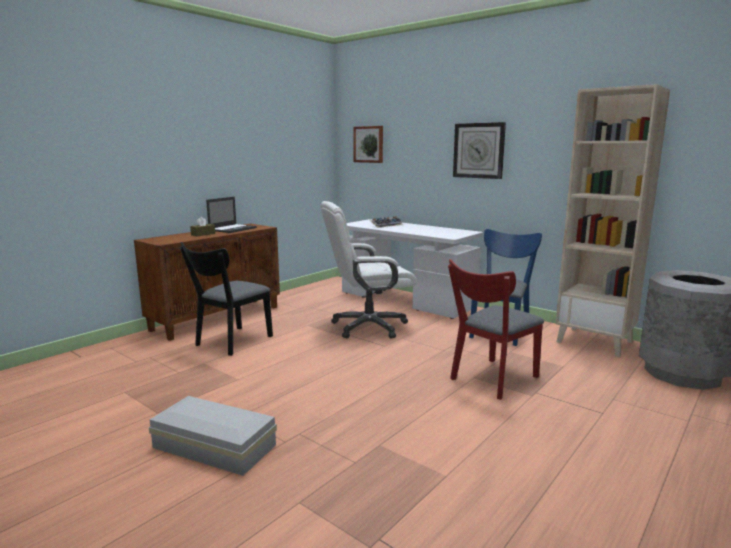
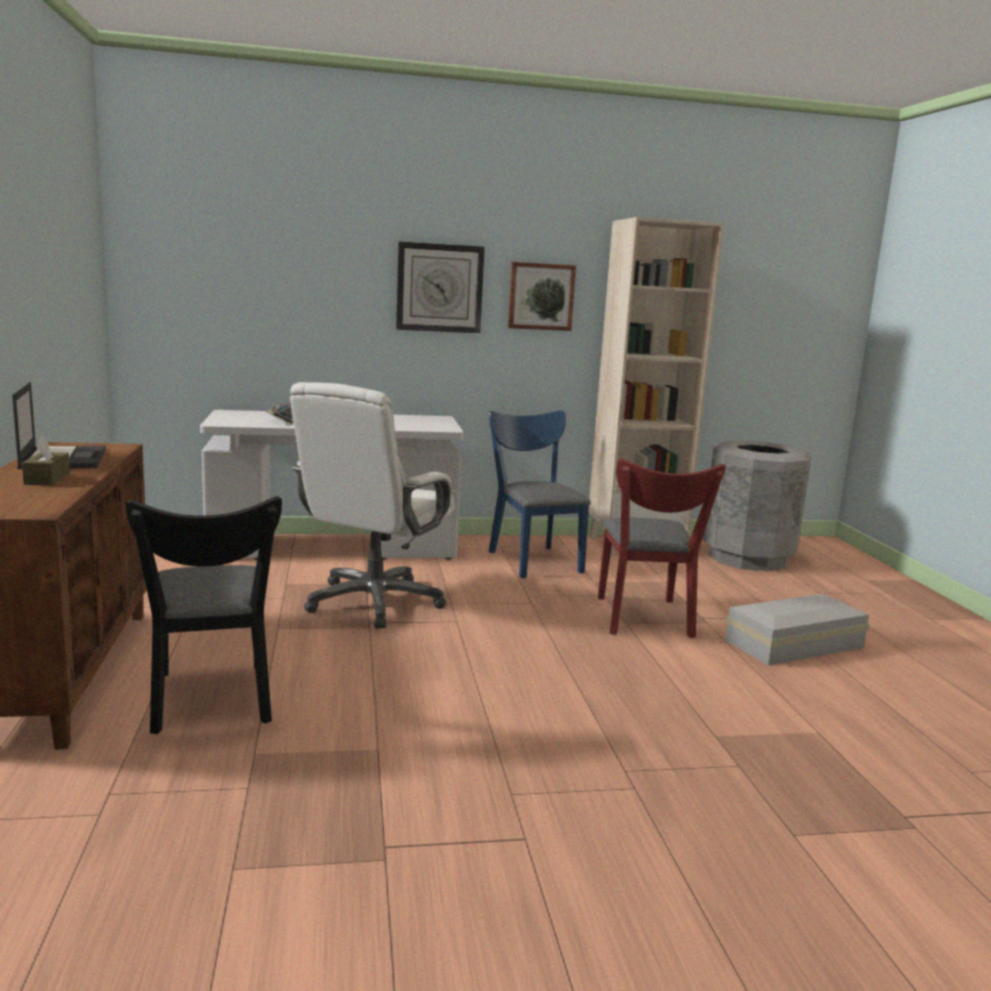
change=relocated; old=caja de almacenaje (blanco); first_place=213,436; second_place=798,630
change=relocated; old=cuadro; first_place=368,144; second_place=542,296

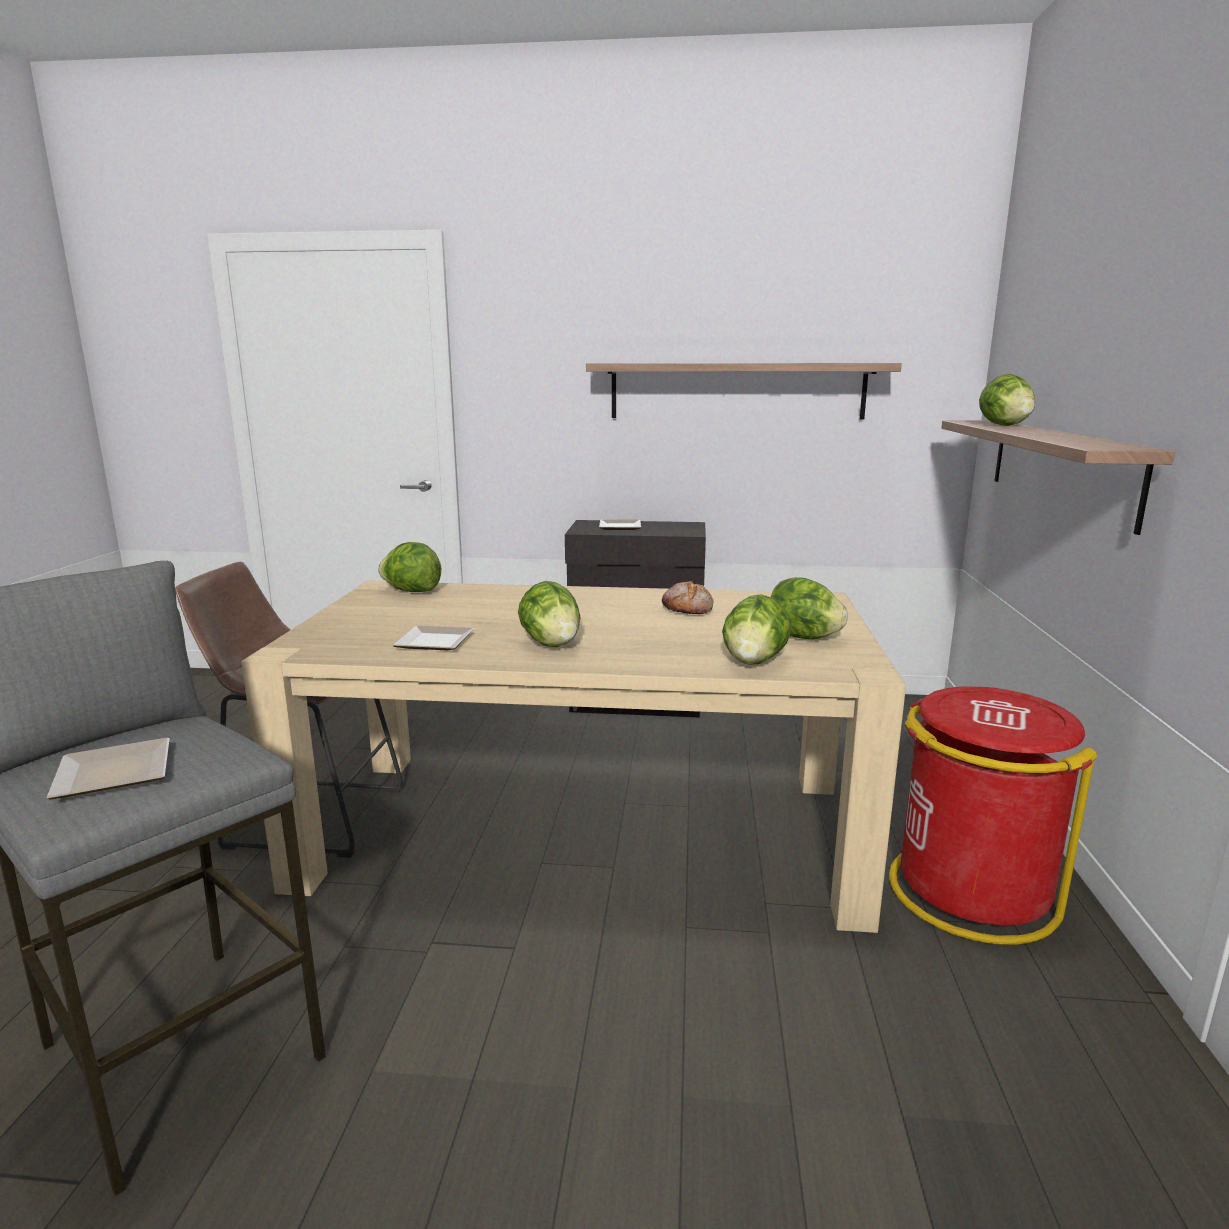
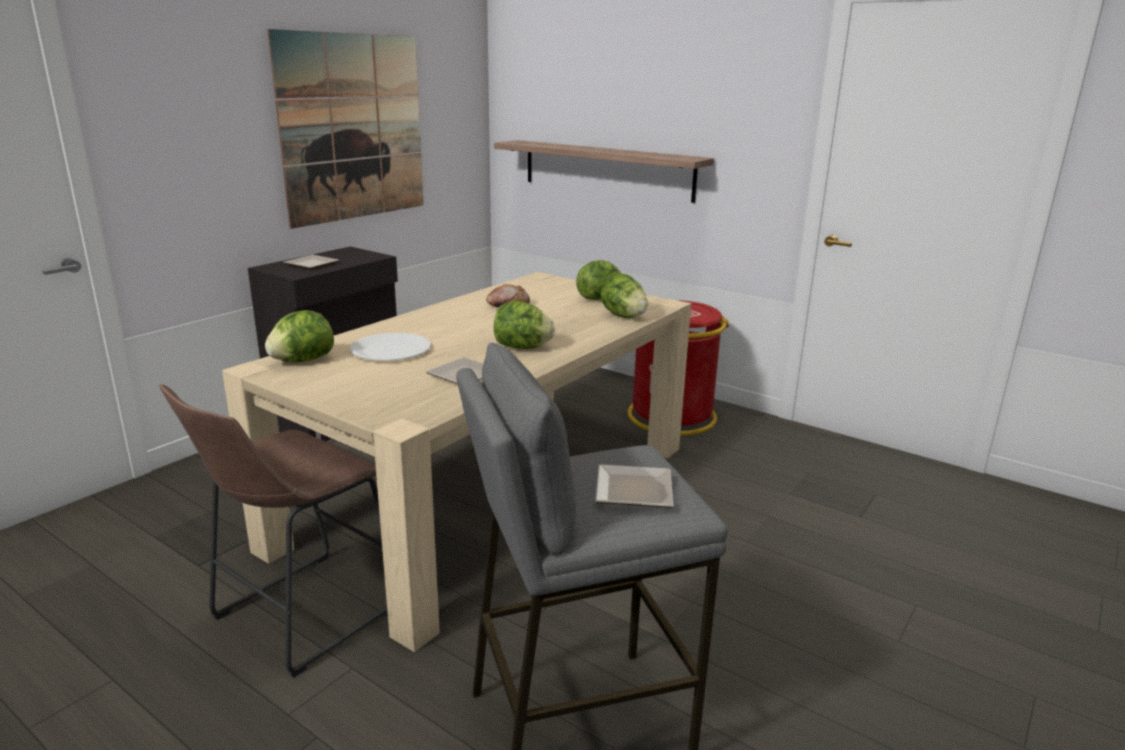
change=missing; old=lechuga; first_place=1007,400
change=appeared; new=plato (blanco); second_place=390,347
change=exchanged; old=estante; new=cuadro; first_place=744,391; second_place=345,129

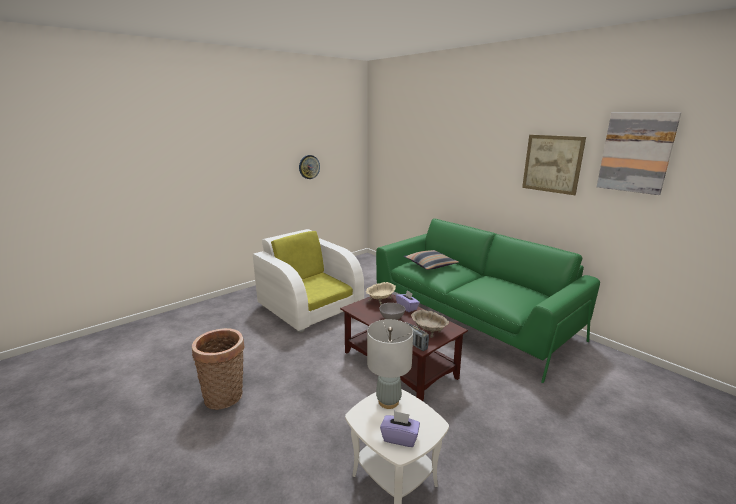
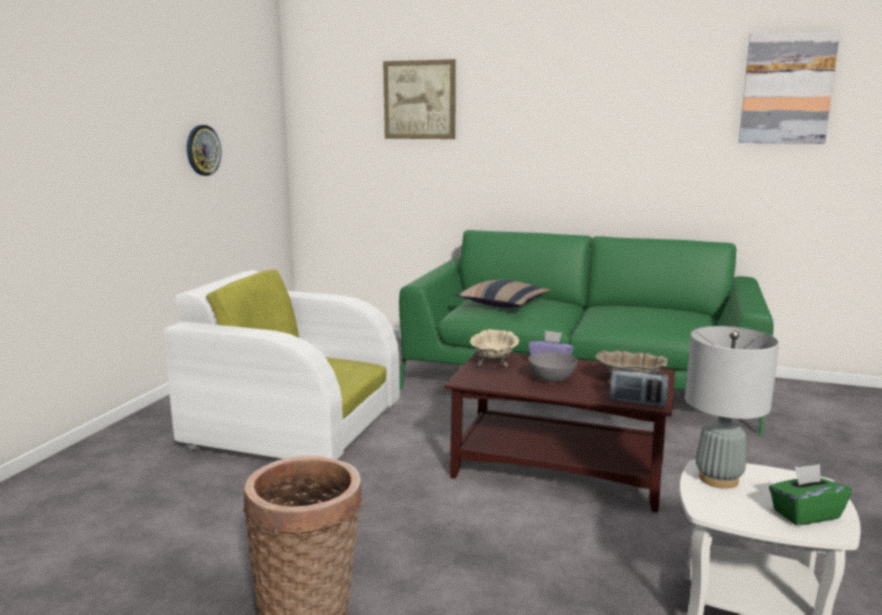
change=relocated; old=cuadro; first_place=554,165; second_place=419,99
change=colour; old=caja de pañuelos (morado); new=caja de pañuelos (verde); first_place=400,429; second_place=810,494

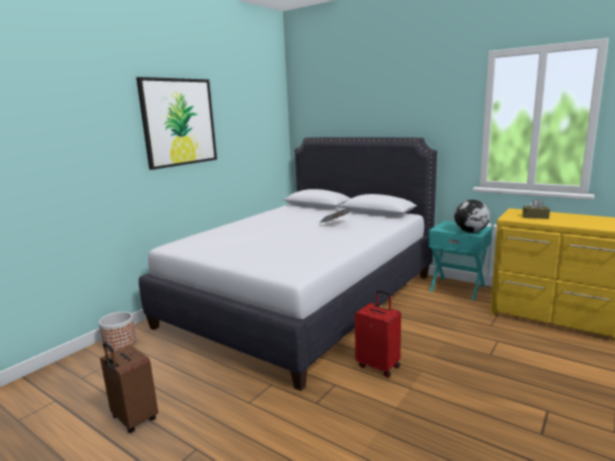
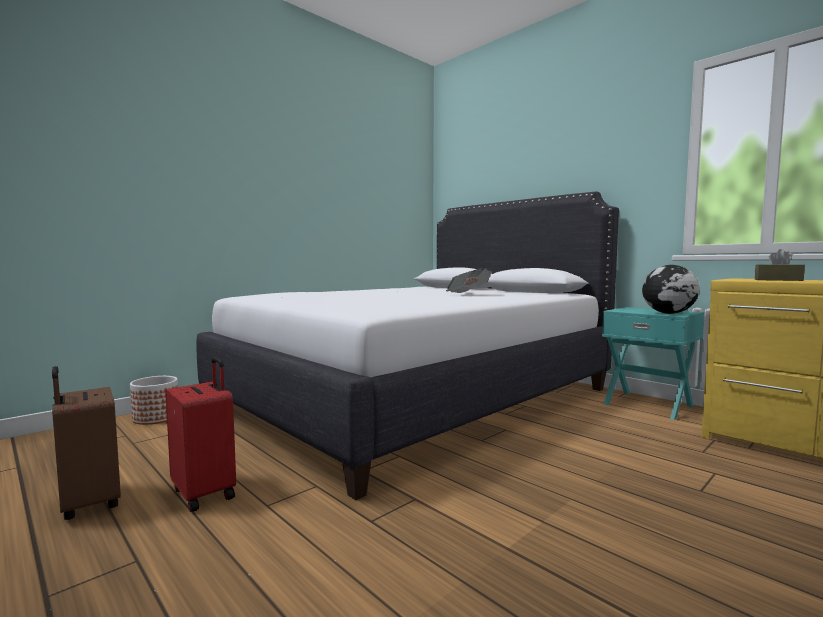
change=missing; old=cuadro; first_place=176,123
change=relocated; old=maleta (rojo); first_place=378,334; second_place=201,434

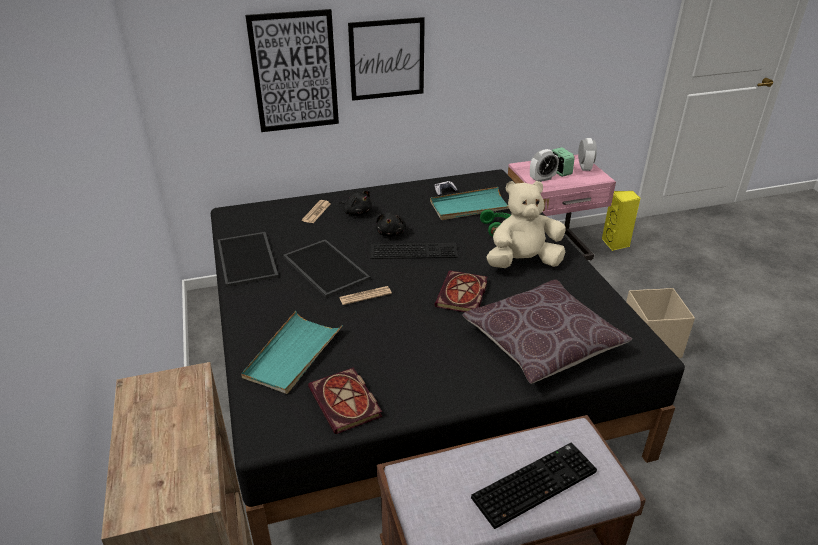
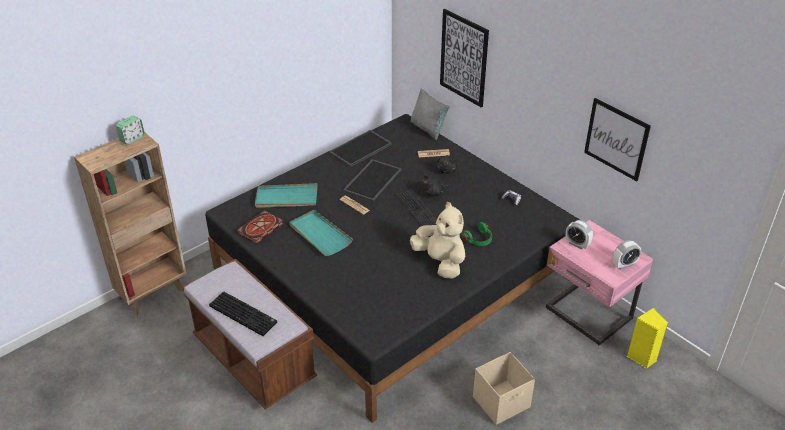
change=missing; old=libro; first_place=461,291
change=missing; old=cojín (marrón); first_place=547,331
change=appeared; new=cojín (gris); second_place=430,114
change=relocated; old=cuadro; first_place=386,59; second_place=617,139
change=relocated; old=bandeja (turquesa); first_place=469,203; second_place=321,233
change=relocated; old=despertador; first_place=563,162; second_place=130,130

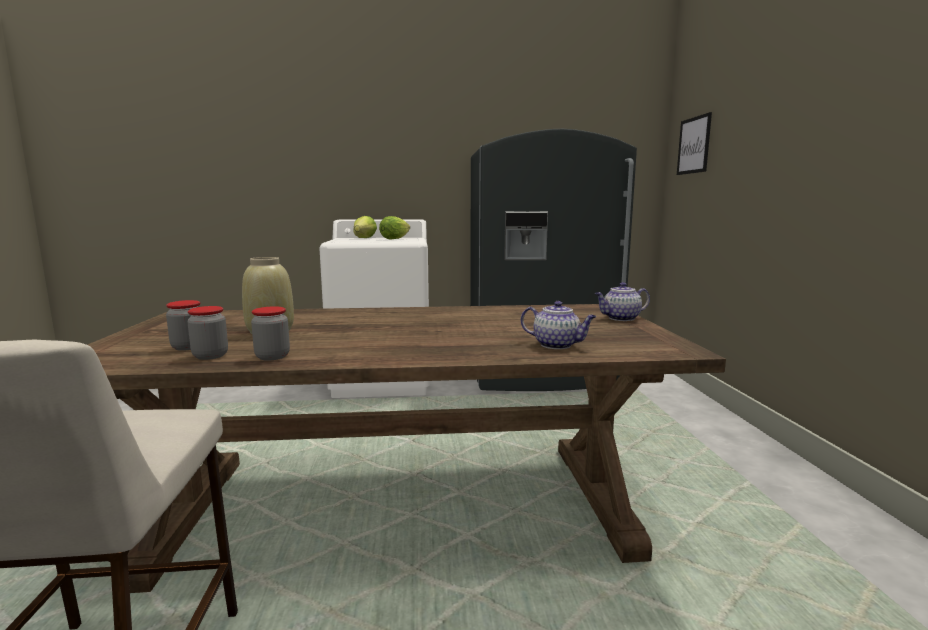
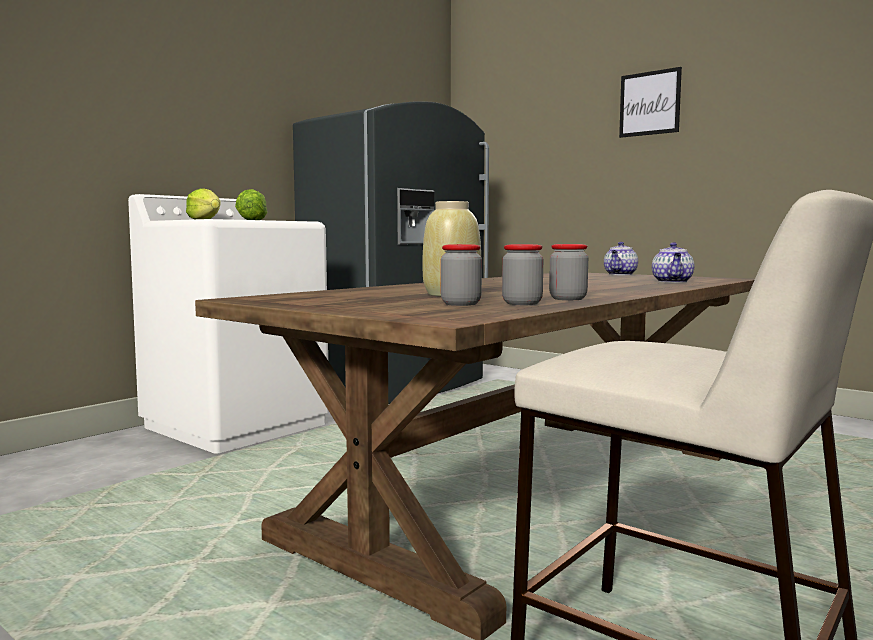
change=relocated; old=cuadro; first_place=694,143; second_place=650,102
change=spun; old=tetera; first_place=559,325; second_place=673,262; degrees=120

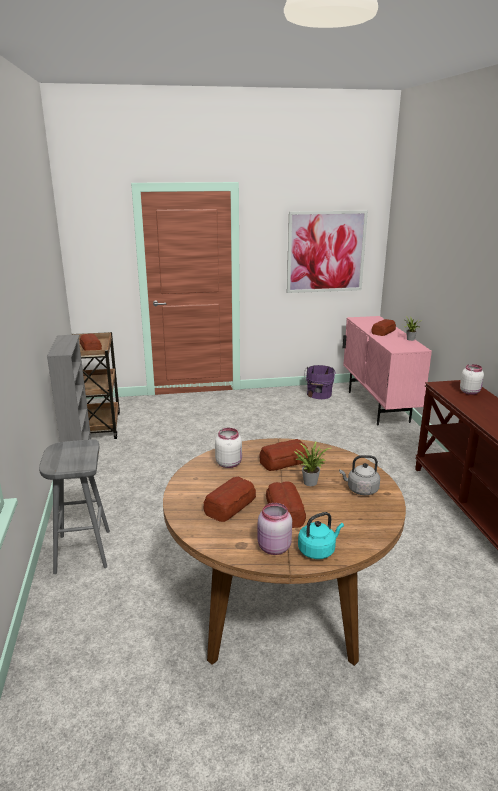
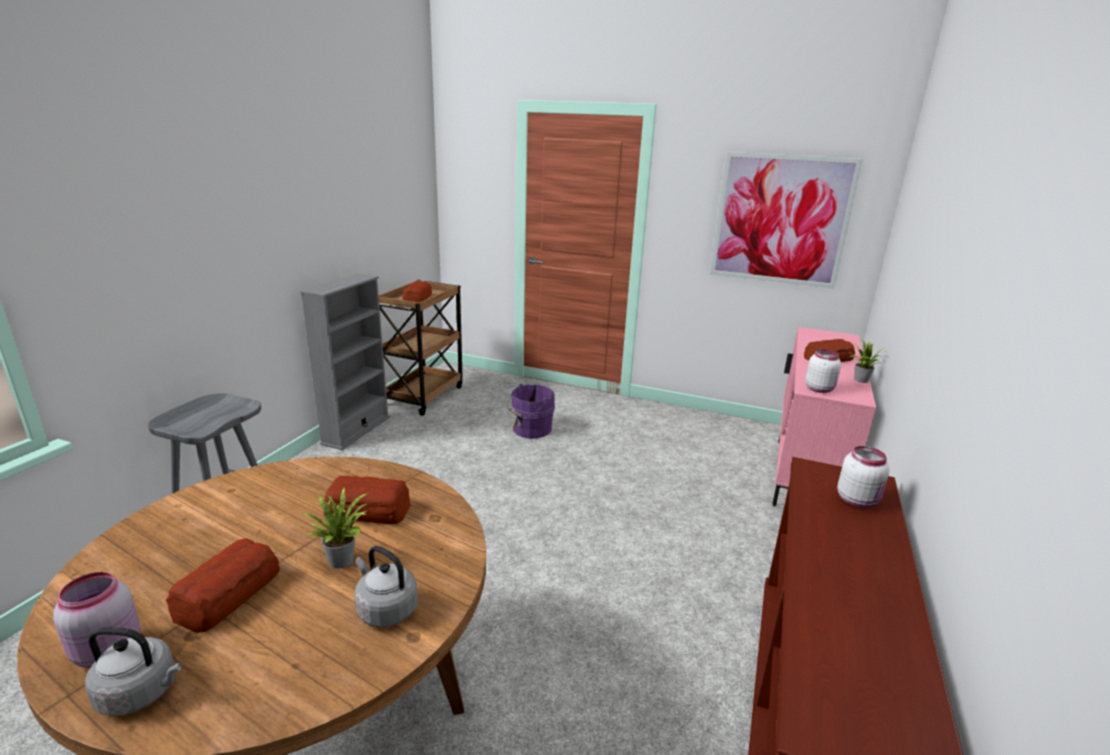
change=missing; old=pan; first_place=229,499
change=relocated; old=tarro (blanco); first_place=228,448; second_place=823,371
change=relocated; old=cubo (morado); first_place=319,382; second_place=531,411
change=colour; old=hervidor (turquesa); new=hervidor (gris); first_place=321,535; second_place=133,672

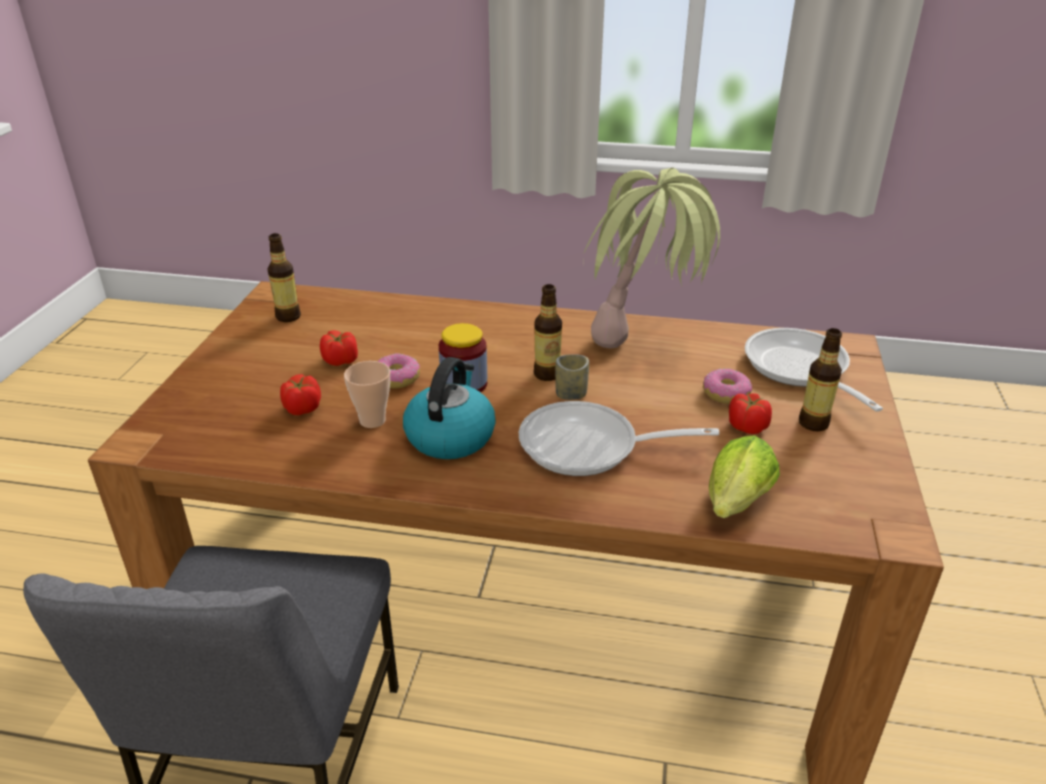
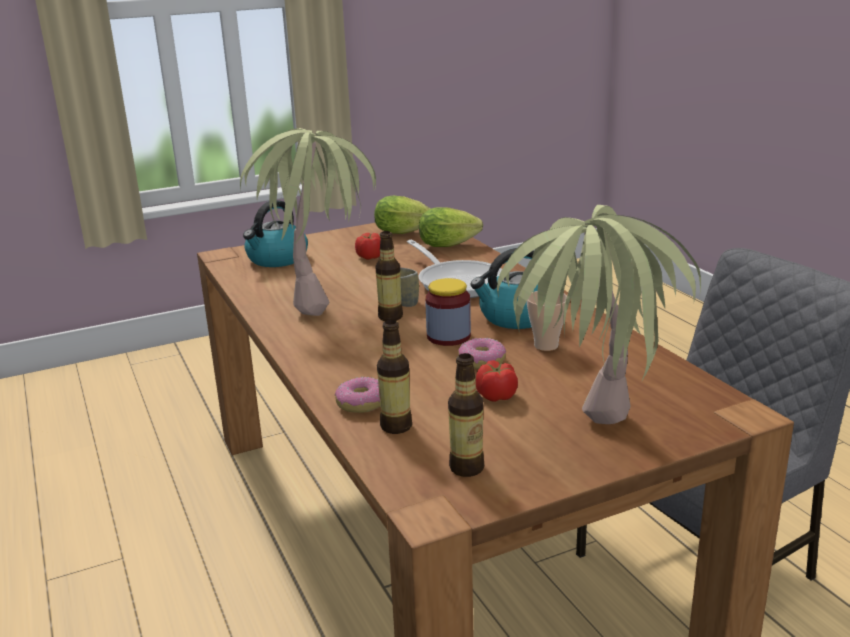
change=missing; old=tomate; first_place=300,394
change=appeared; new=lechuga; second_place=402,215
change=appeared; new=planta en maceta; second_place=599,314
change=relocated; old=rosquilla; first_place=727,386; second_place=357,395
change=relocated; old=botella; first_place=820,379; second_place=394,377
change=exchanged; old=sartén; new=hervidor; first_place=814,370; second_place=275,233

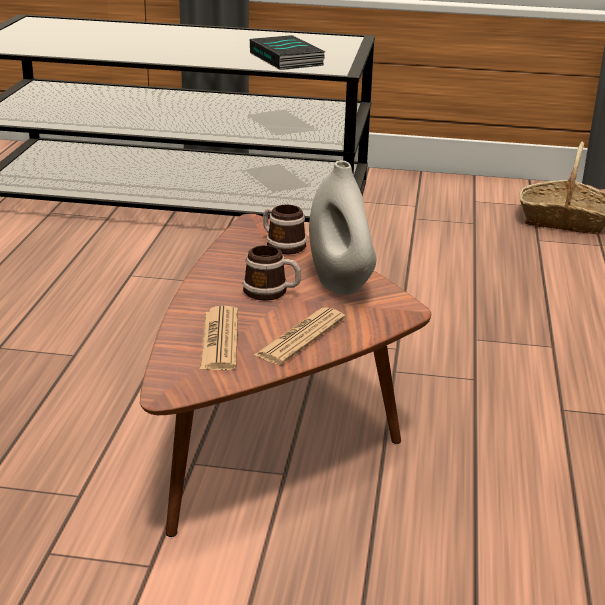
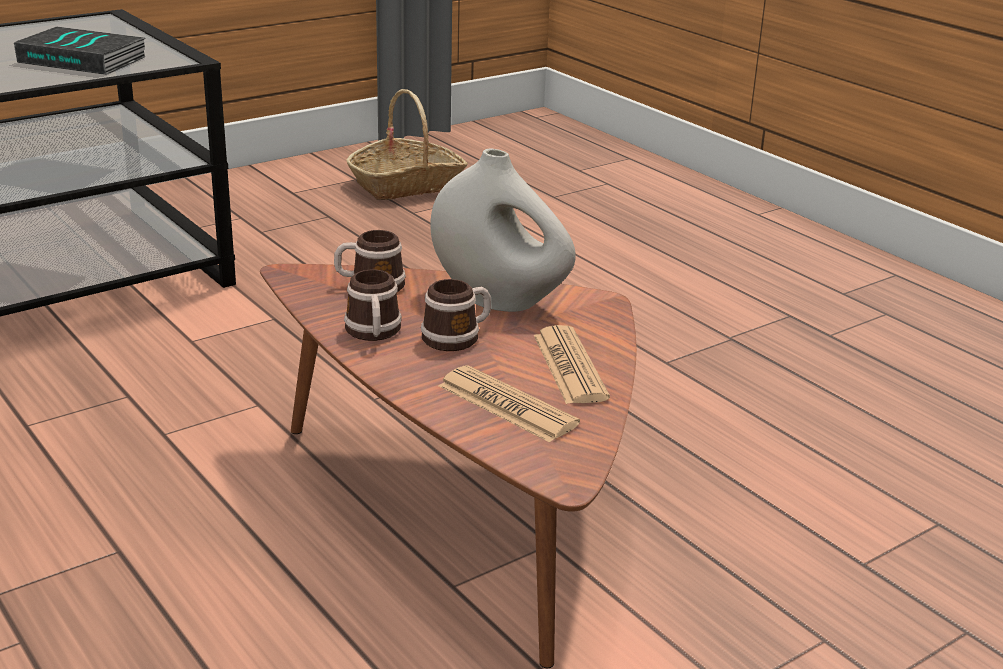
change=appeared; new=taza grande; second_place=373,305

